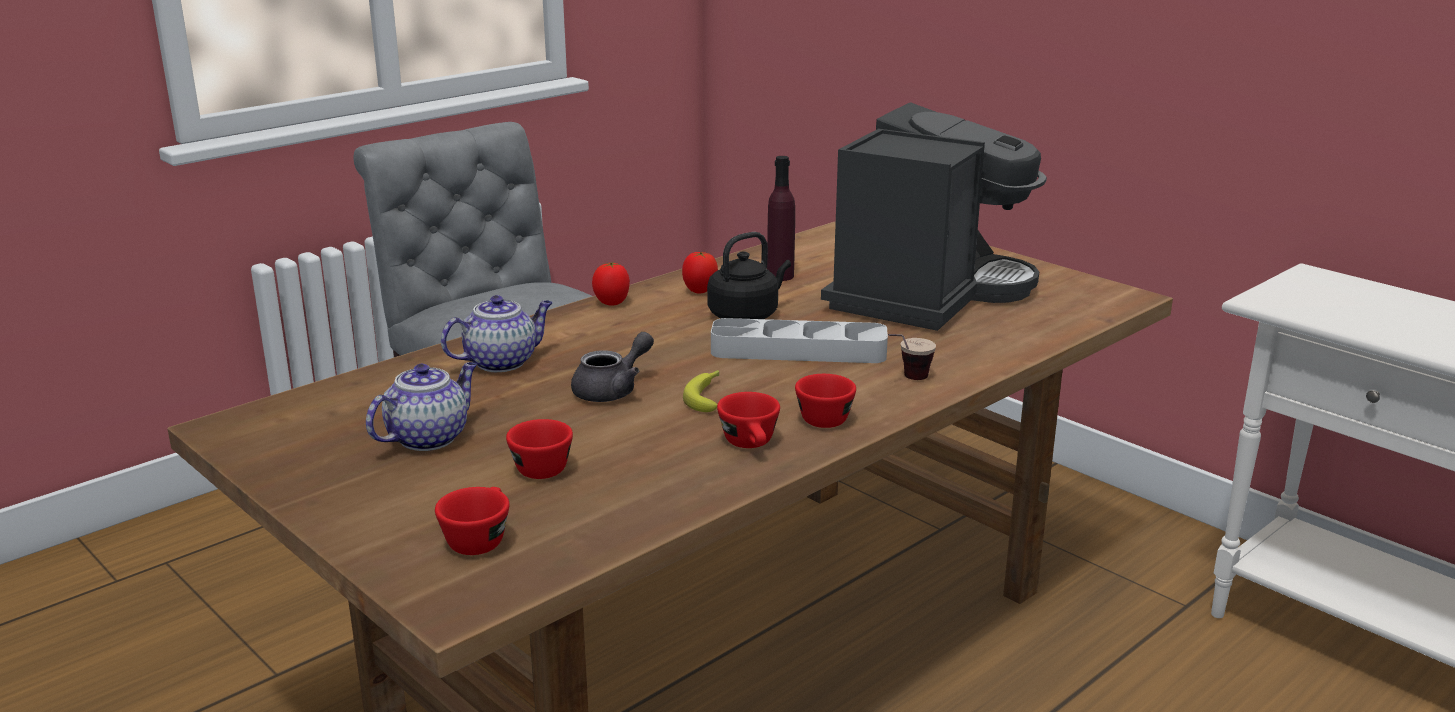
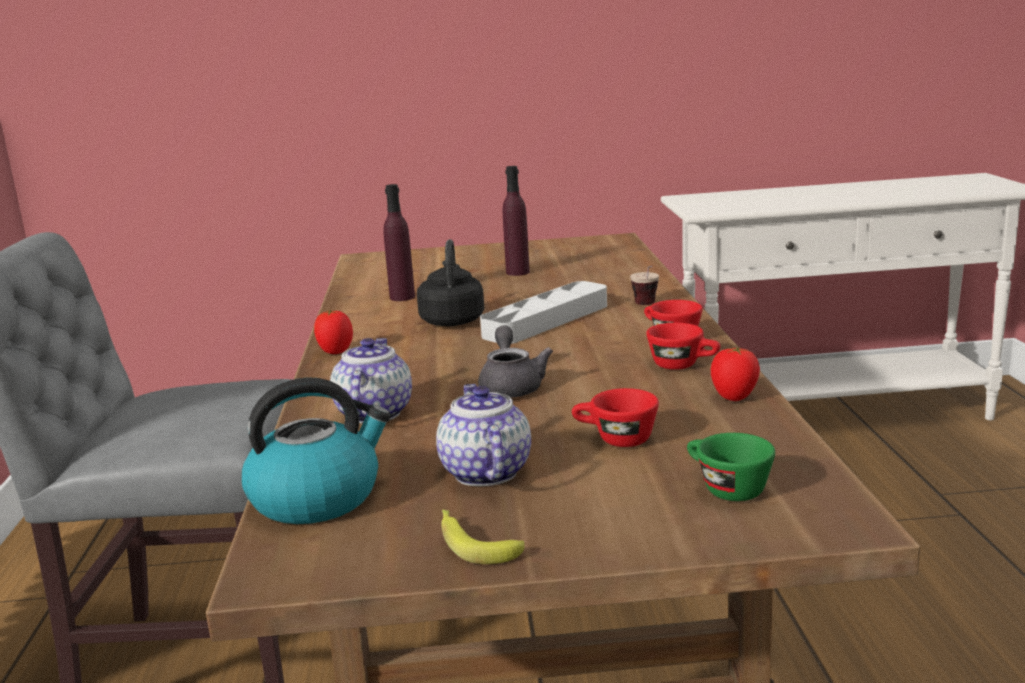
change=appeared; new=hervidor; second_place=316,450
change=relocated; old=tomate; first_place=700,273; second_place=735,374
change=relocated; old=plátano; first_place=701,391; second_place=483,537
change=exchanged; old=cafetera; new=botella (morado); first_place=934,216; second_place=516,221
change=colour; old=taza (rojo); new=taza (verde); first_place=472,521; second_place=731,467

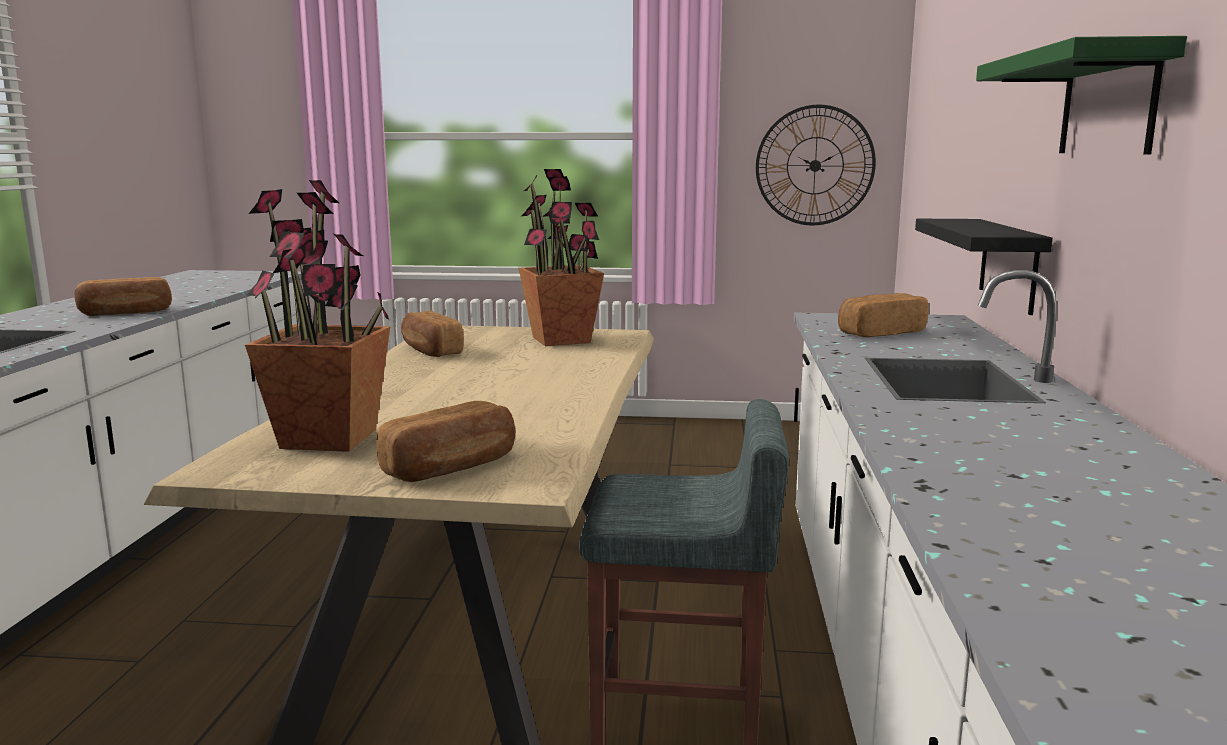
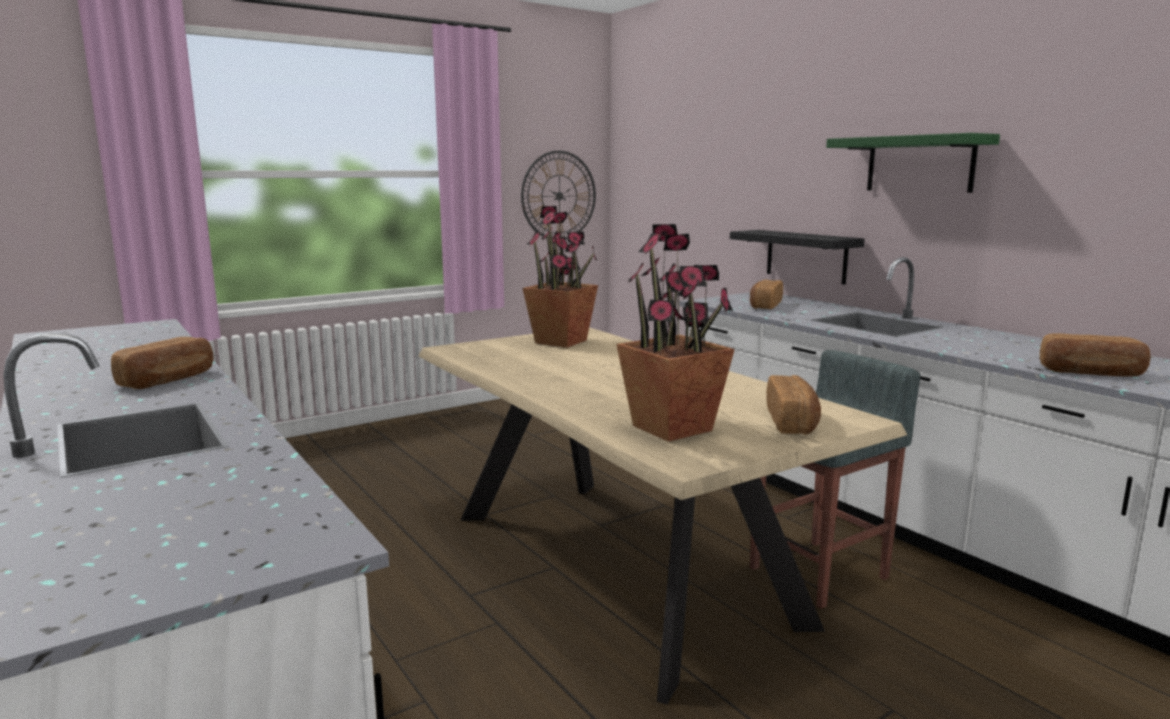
change=relocated; old=pan; first_place=432,334; second_place=1095,355

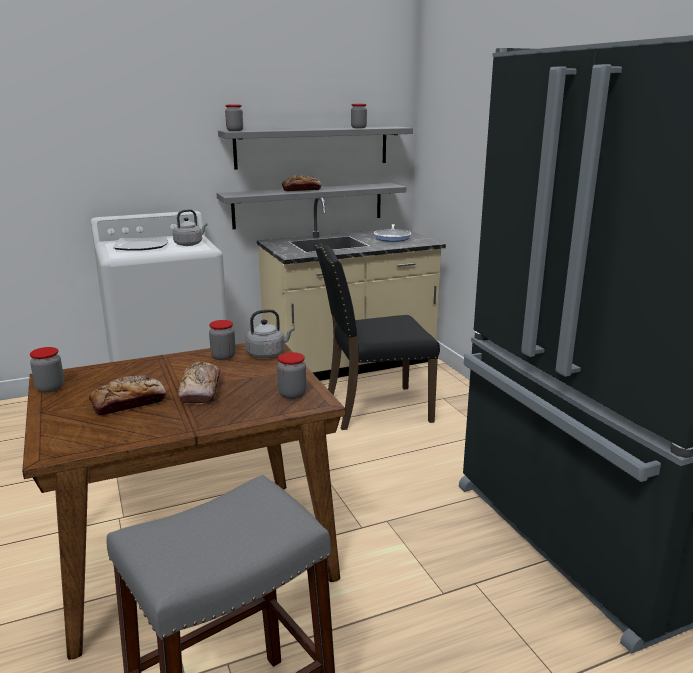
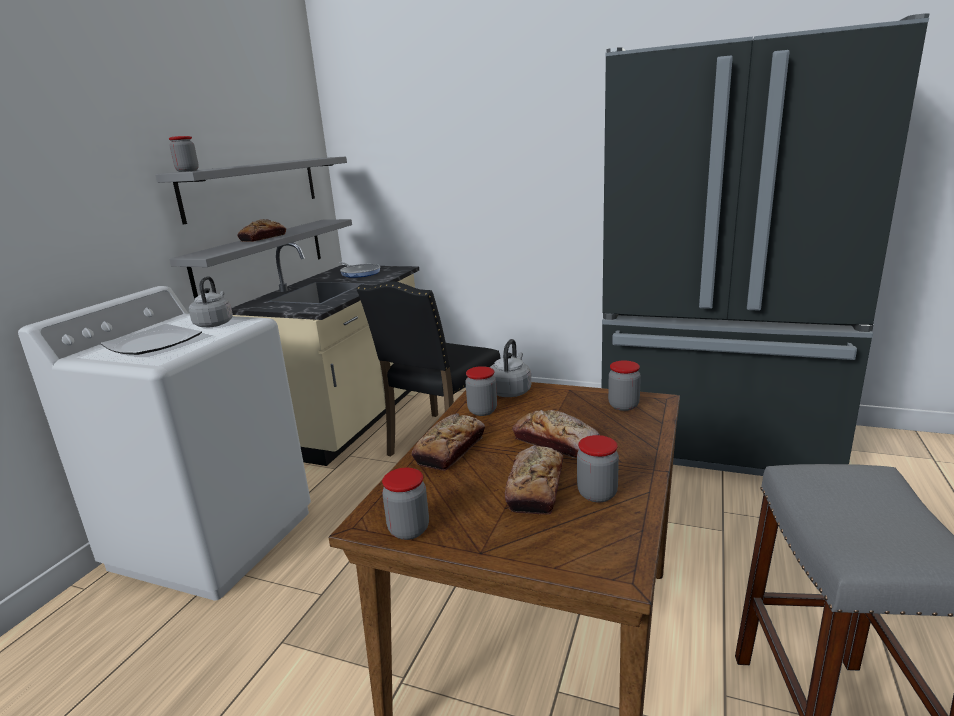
change=appeared; new=pan; second_place=448,442
change=relocated; old=tarro; first_place=359,116; second_place=598,468

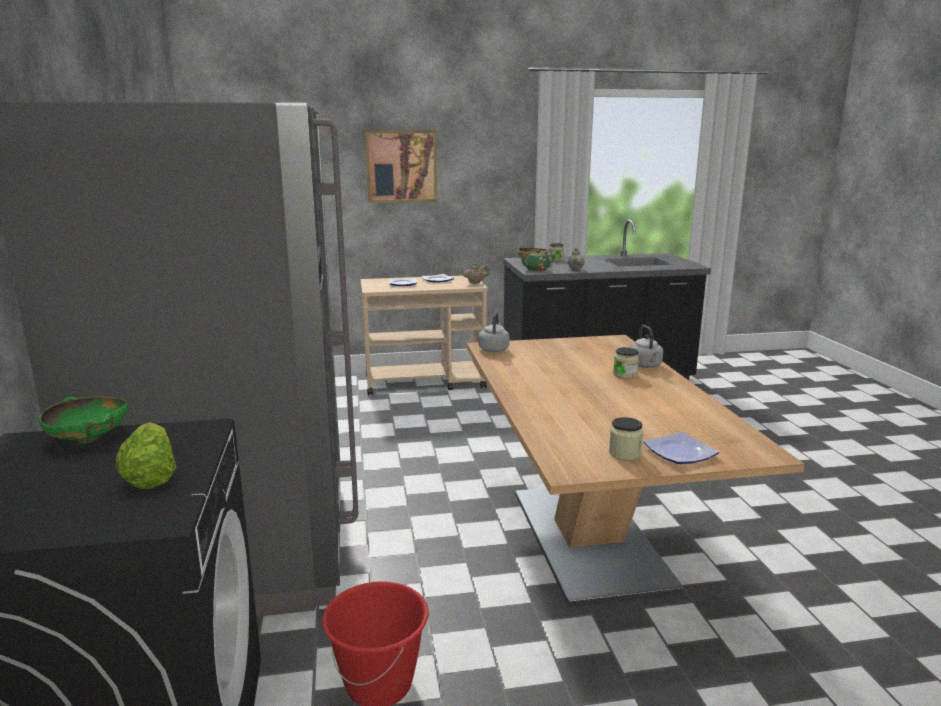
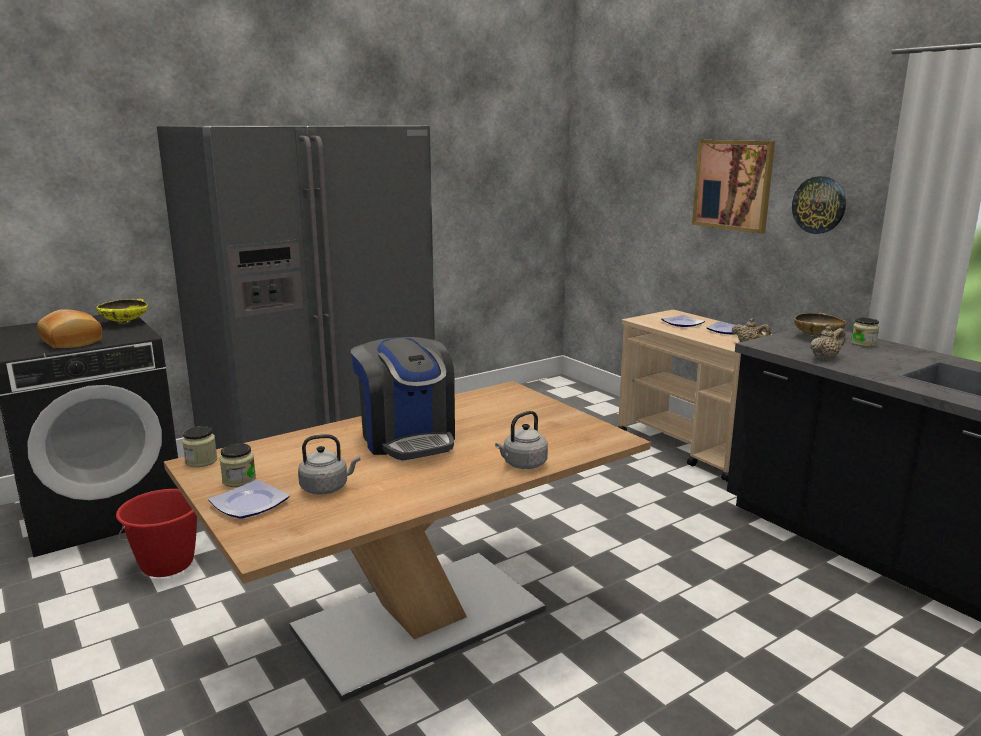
change=missing; old=tetera (verde); first_place=537,260
change=appeared; new=cafetera; second_place=403,399
change=appeared; new=reloj de pared; second_place=819,205
change=relocated; old=hervidor (gris); first_place=494,332; second_place=329,464
change=relocated; old=tarro; first_place=626,363; second_place=199,446
change=exchanged; old=lechuga; new=pan; first_place=145,455; second_place=69,328
change=colour; old=cuenco (verde); new=cuenco (amarillo); first_place=83,419; second_place=122,311

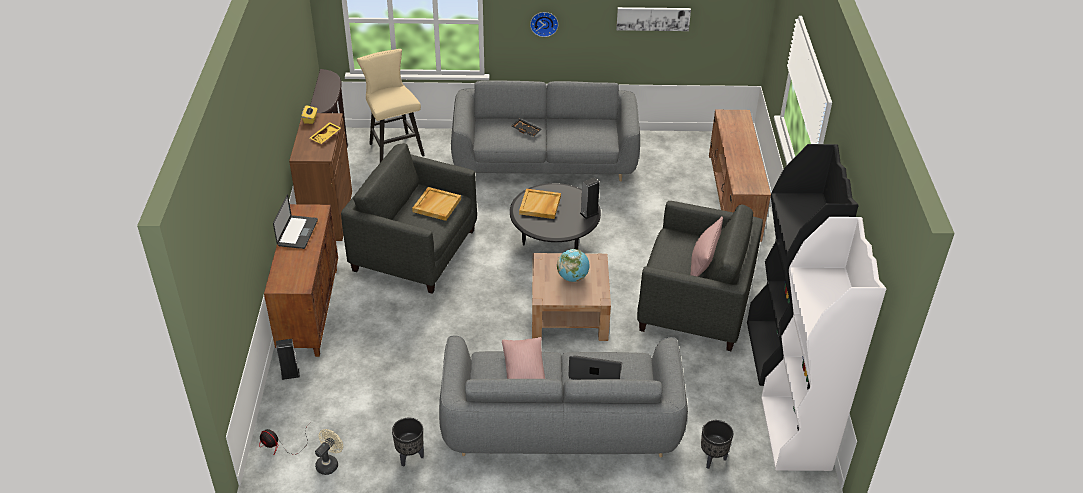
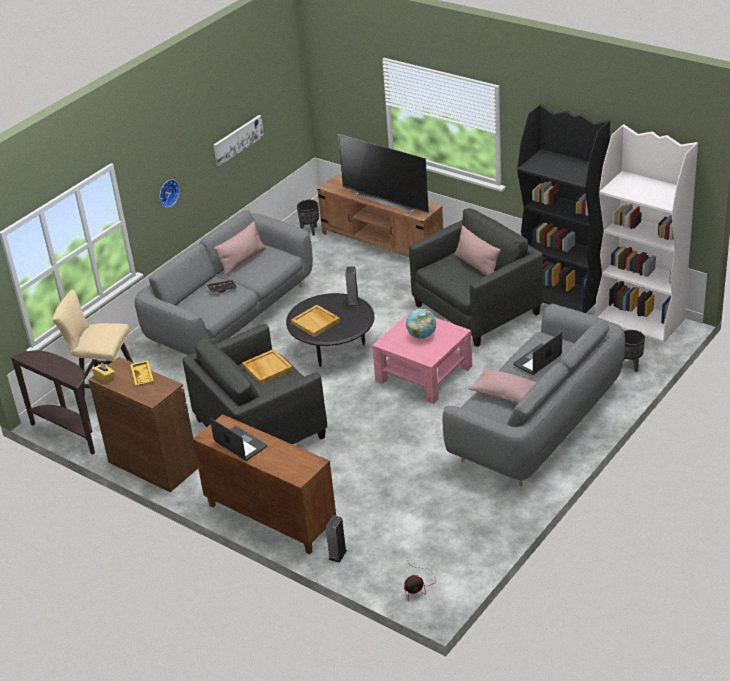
change=missing; old=ventilador (beis); first_place=329,452
change=appeared; new=cojín (rosa); second_place=240,248
change=appeared; new=televisor; second_place=383,173
change=relocated; old=maceta (negro); first_place=408,442; second_place=308,218
change=colour; old=mesa de centro (marrón); new=mesa de centro (rosa); first_place=571,297; second_place=422,357

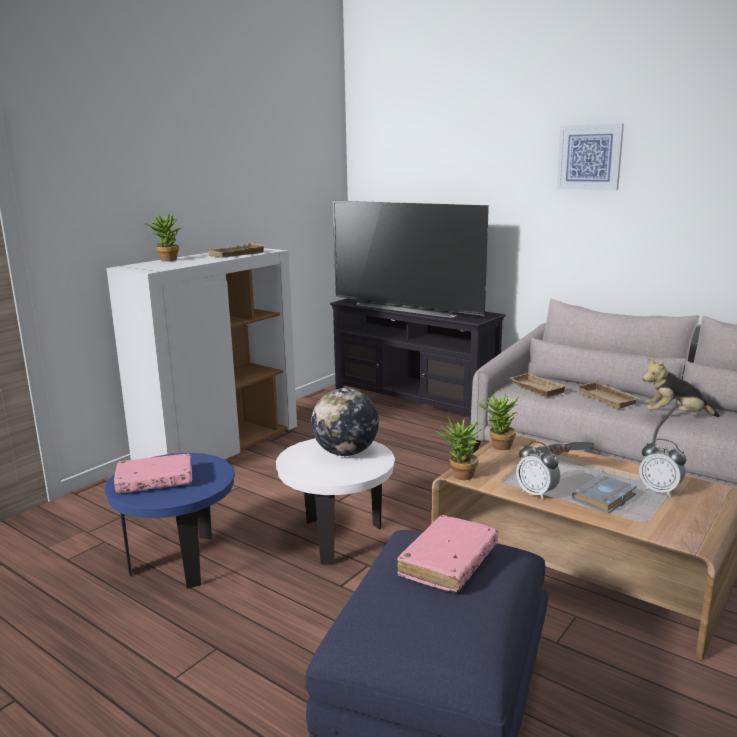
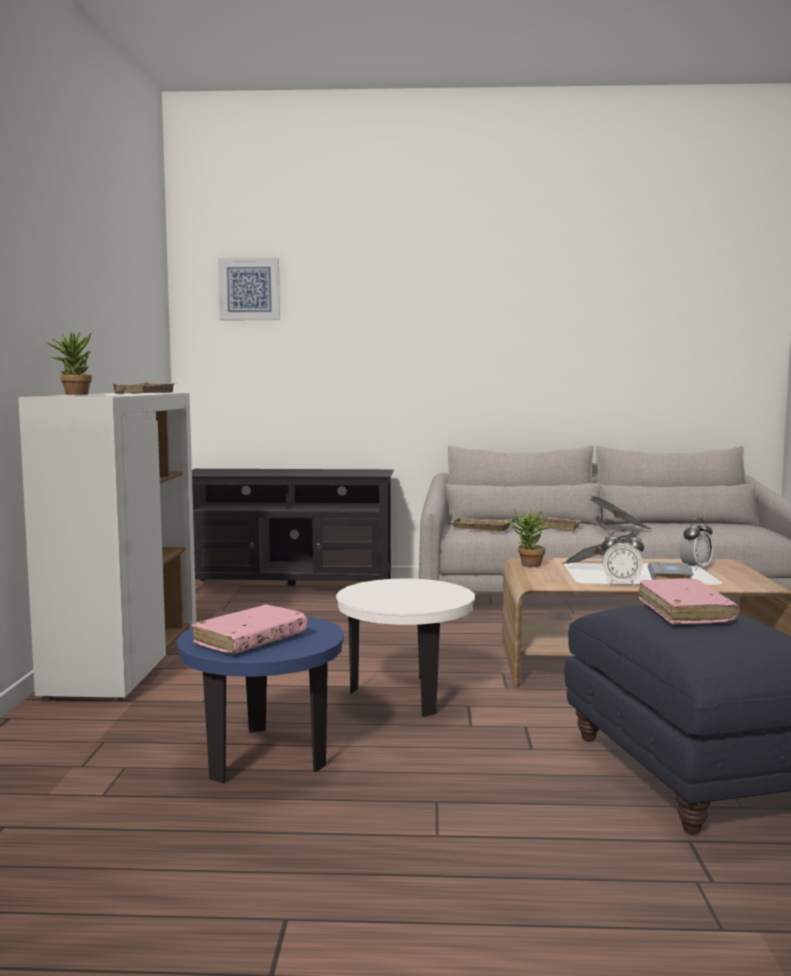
change=missing; old=globo terráqueo; first_place=345,422
change=missing; old=televisor; first_place=411,259
change=missing; old=planta en maceta; first_place=460,448
change=relocated; old=cuadro; first_place=590,157; second_place=249,289
change=exchanged; old=peluche; new=periódico; first_place=681,387; second_place=621,512
change=spun; old=despertador; first_place=662,468; second_place=696,544; degrees=-45

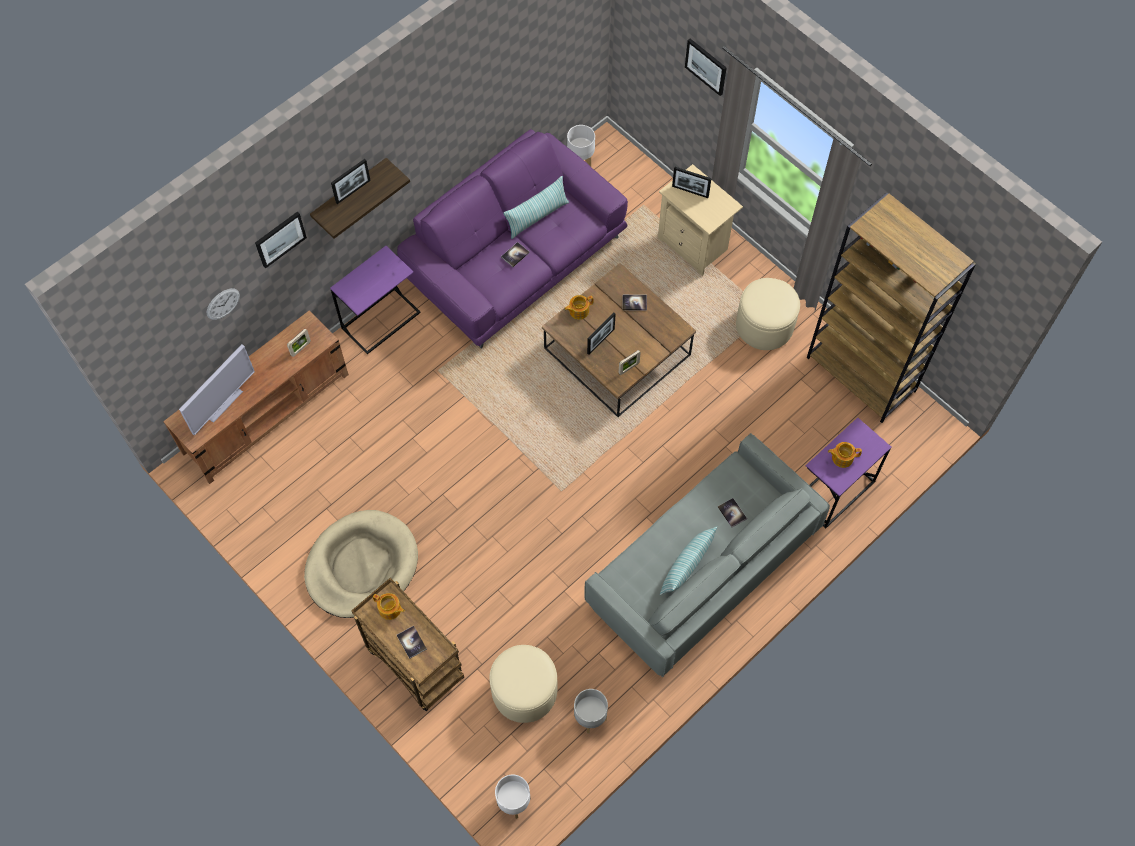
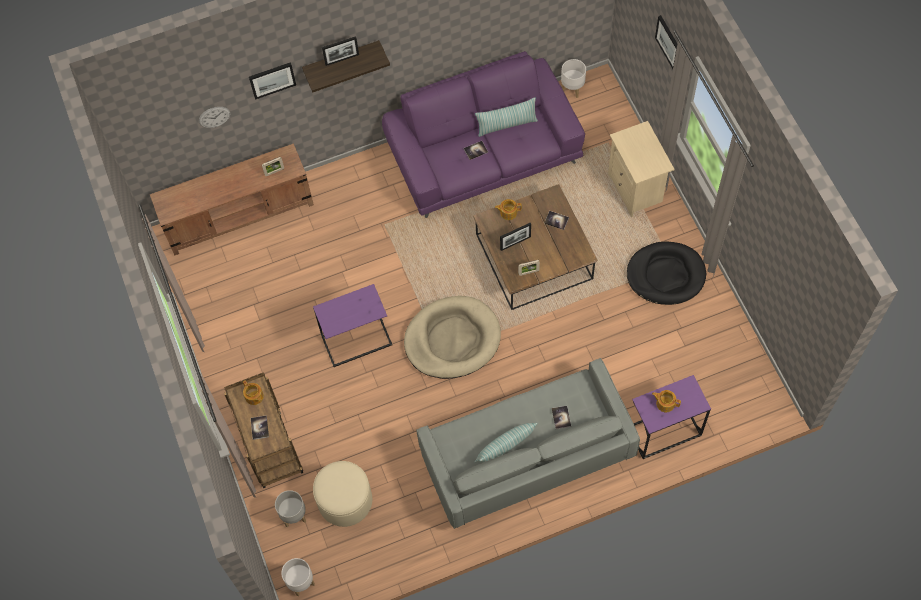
change=missing; old=televisor; first_place=217,389
change=missing; old=portarretratos; first_place=692,182
change=missing; old=estantería (marrón); first_place=891,307
change=relocated; old=cama para perro (beis); first_place=361,564; second_place=452,337
change=relocated; old=mesa auxiliar (morado); first_place=375,300; second_place=352,325
change=relocated; old=maceta (gris); first_place=591,711; second_place=290,509
change=exchanged; old=puf (beis); new=cama para perro (negro); first_place=768,314; second_place=666,273

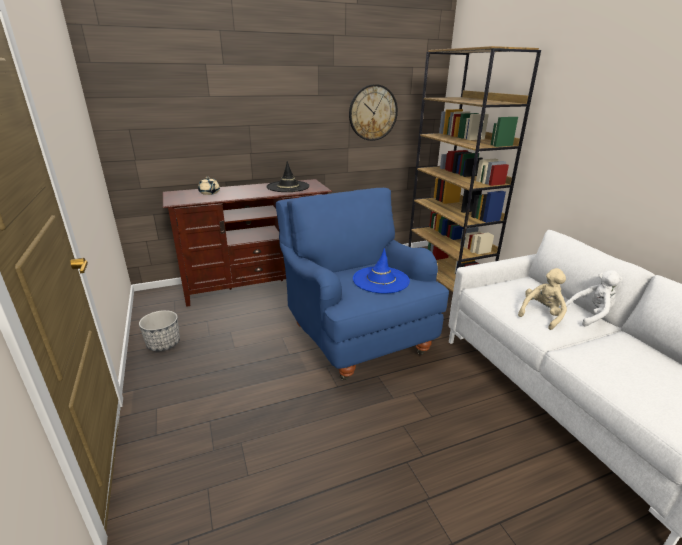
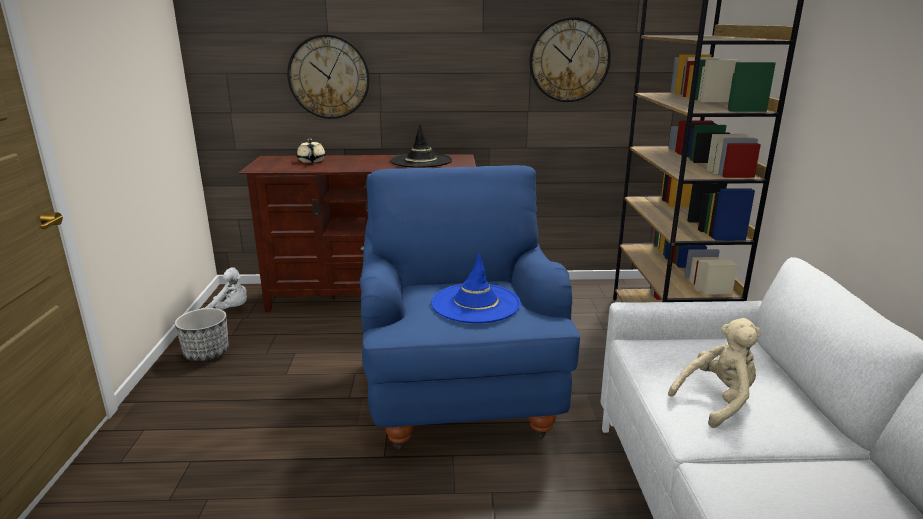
change=appeared; new=reloj de pared; second_place=328,76
change=relocated; old=peluche (blanco); first_place=593,298; second_place=224,288

